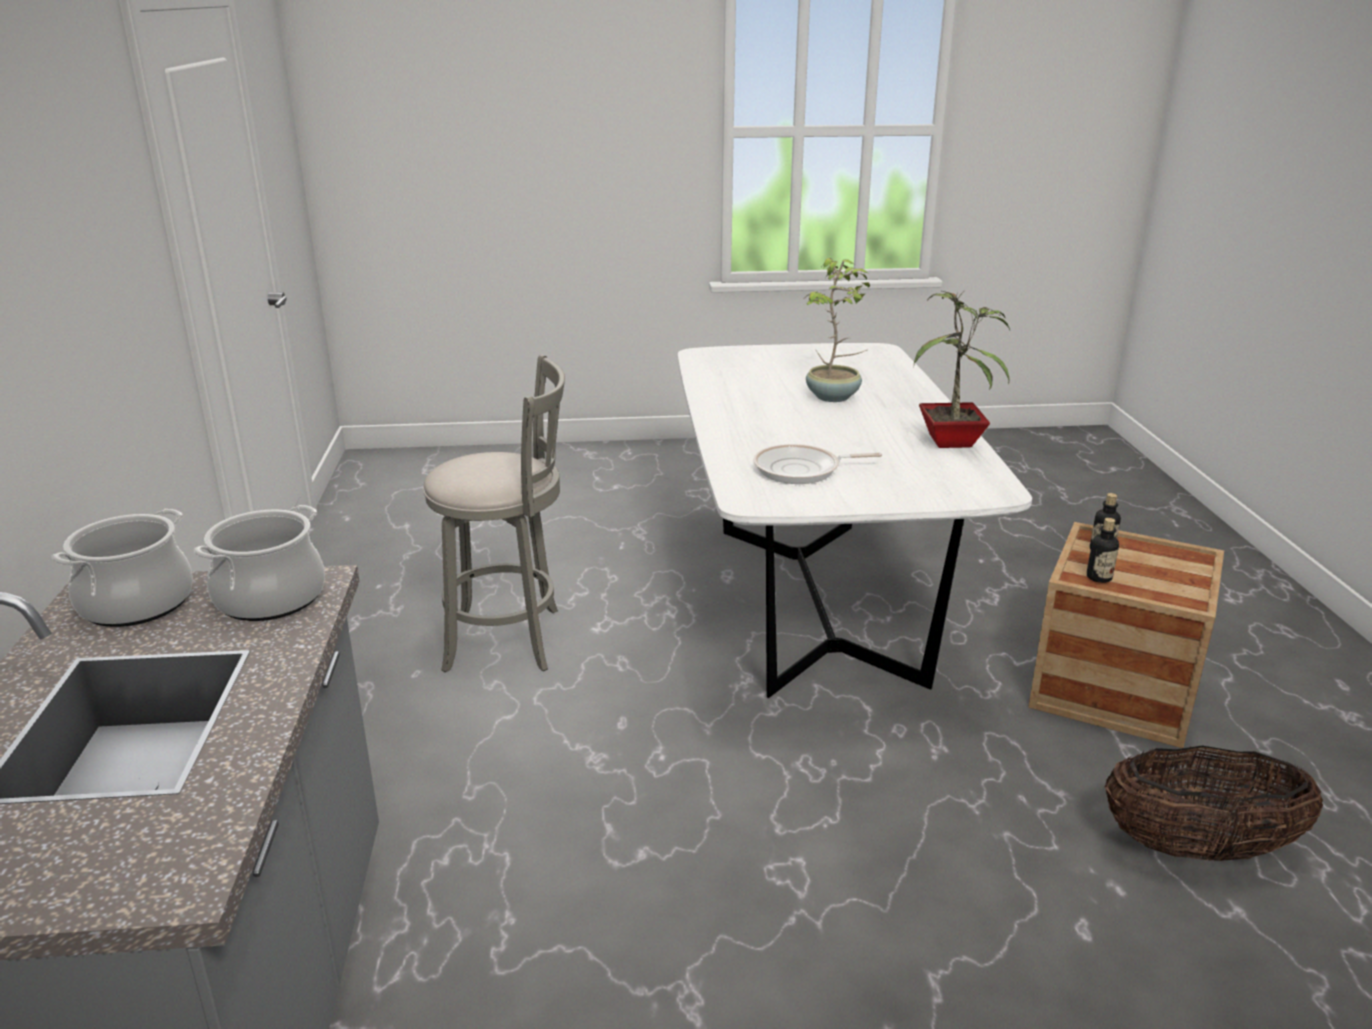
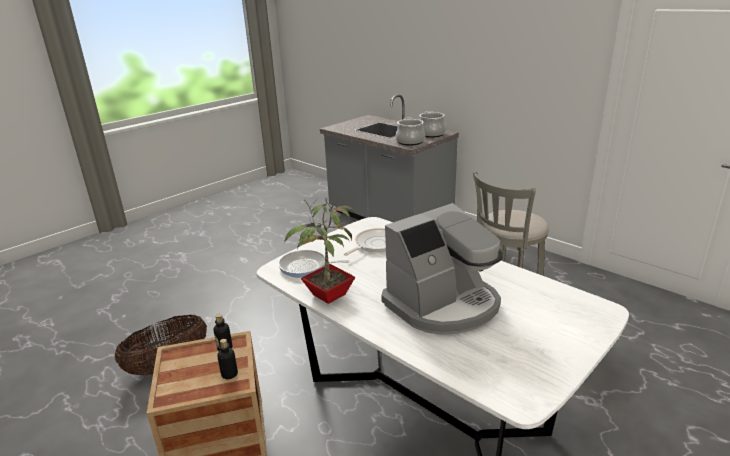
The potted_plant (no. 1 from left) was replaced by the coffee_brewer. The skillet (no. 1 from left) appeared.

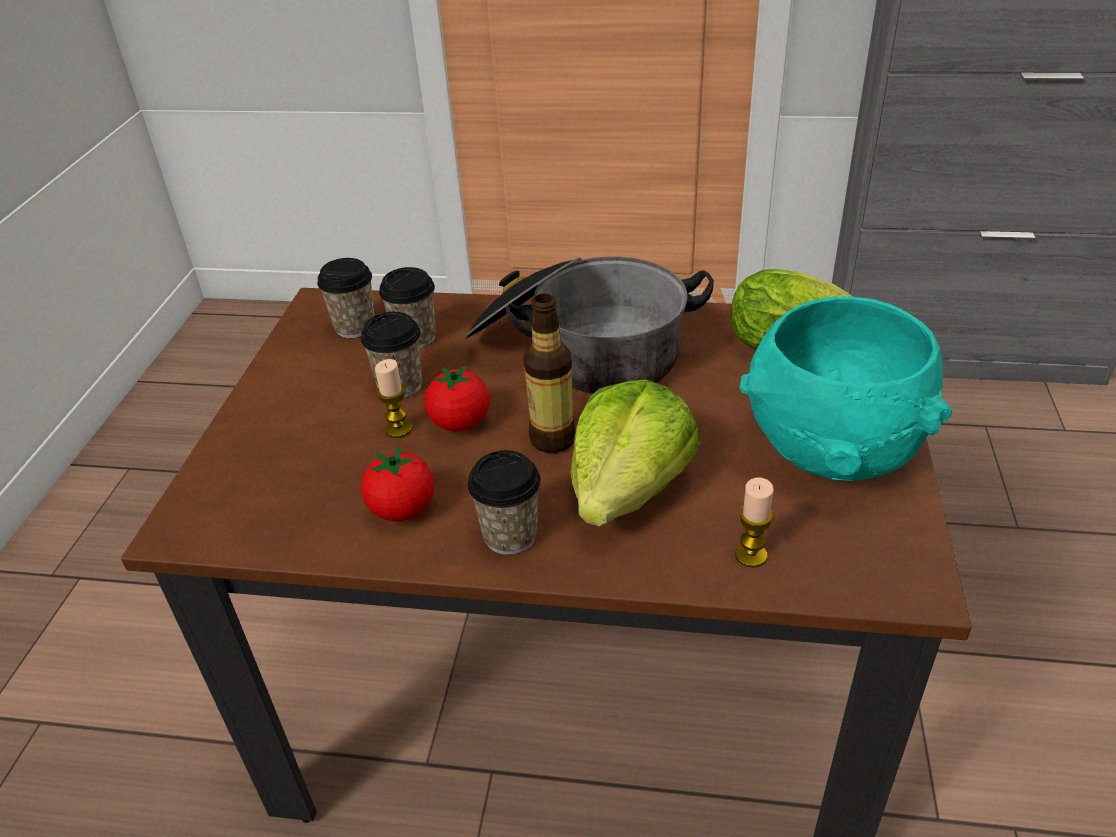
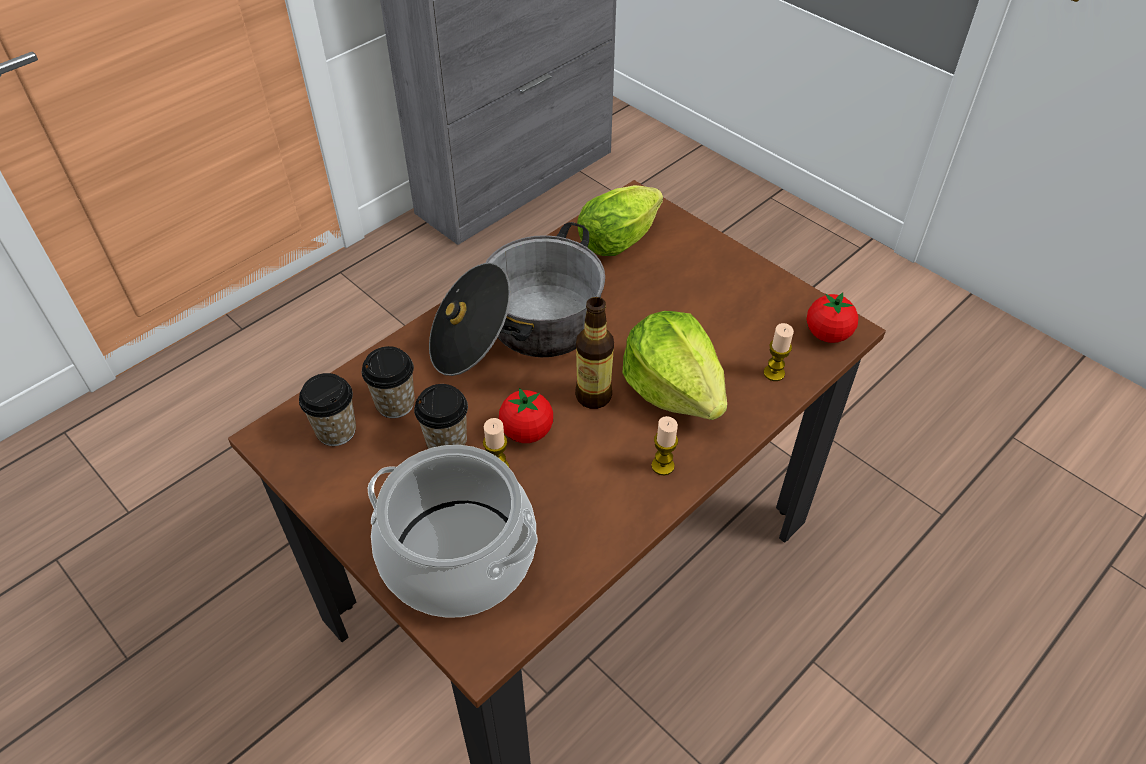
The tomato (no. 1 from left in the first image) moved. The small_cup (no. 4 from left) was replaced by the candle (no. 2 from left). The blue-green_bowl disappeared. The stockpot (no. 1 from left) appeared.

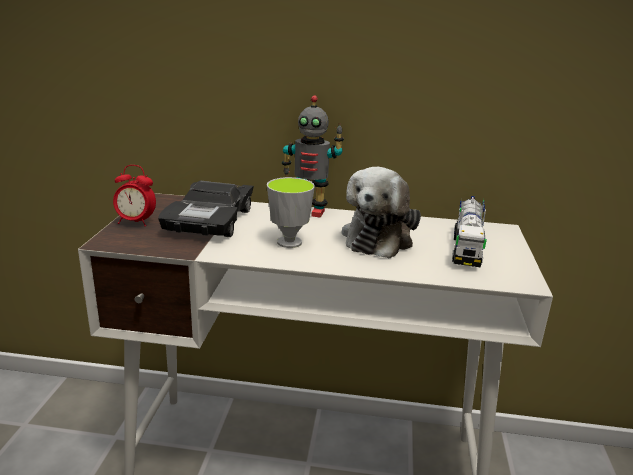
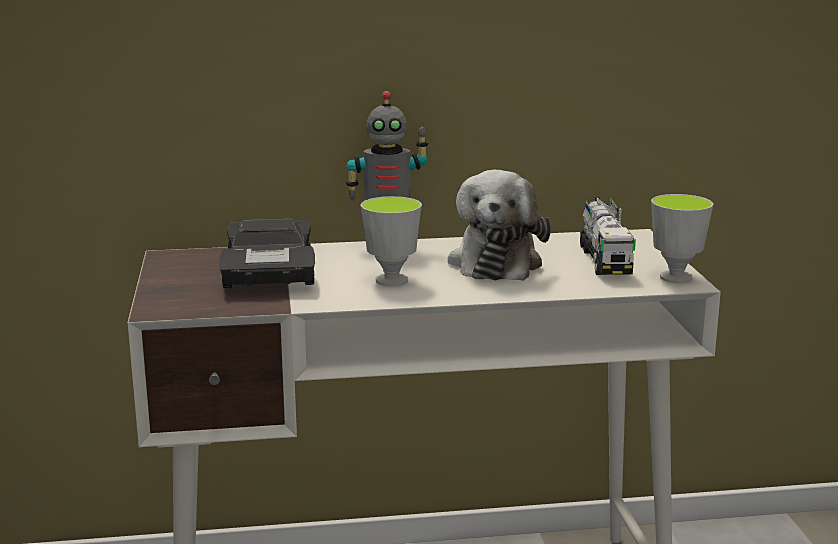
The alarm_clock disappeared. The small_cup (no. 2 from left) appeared.

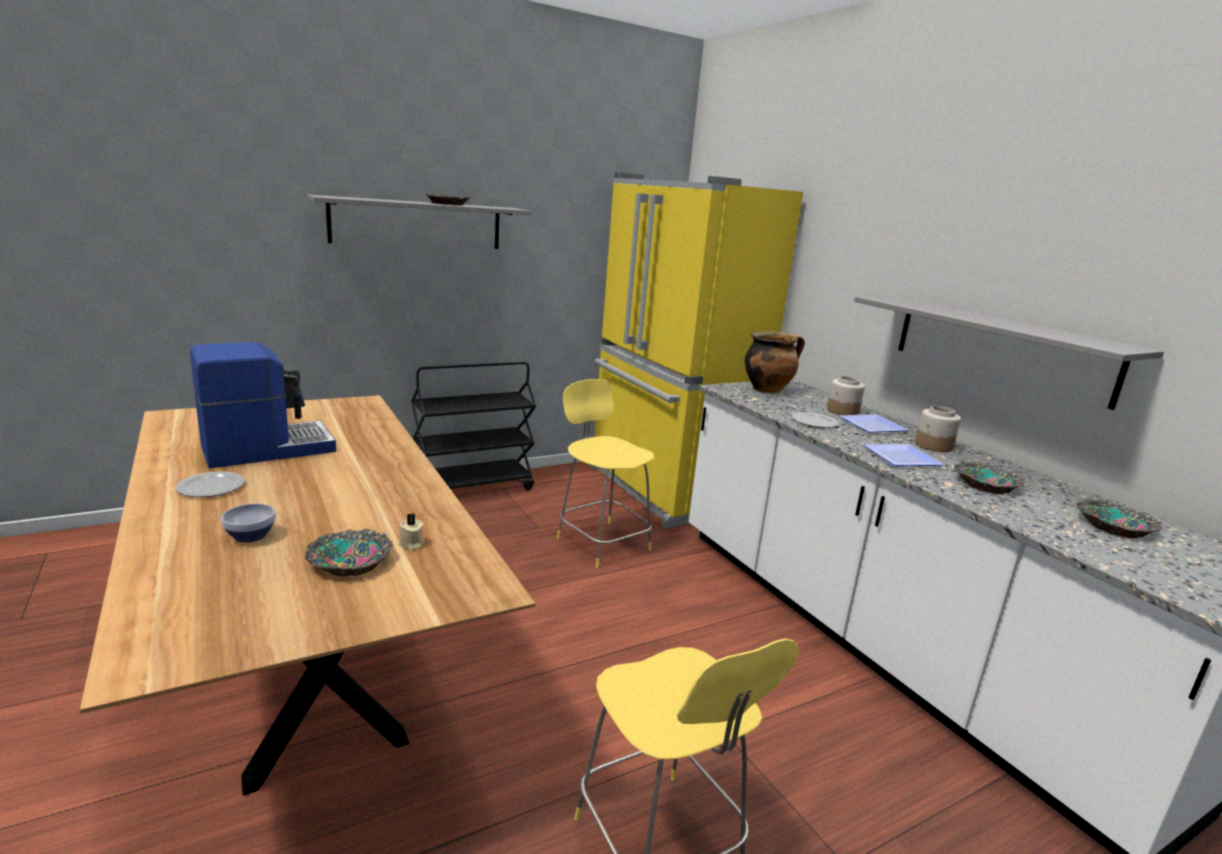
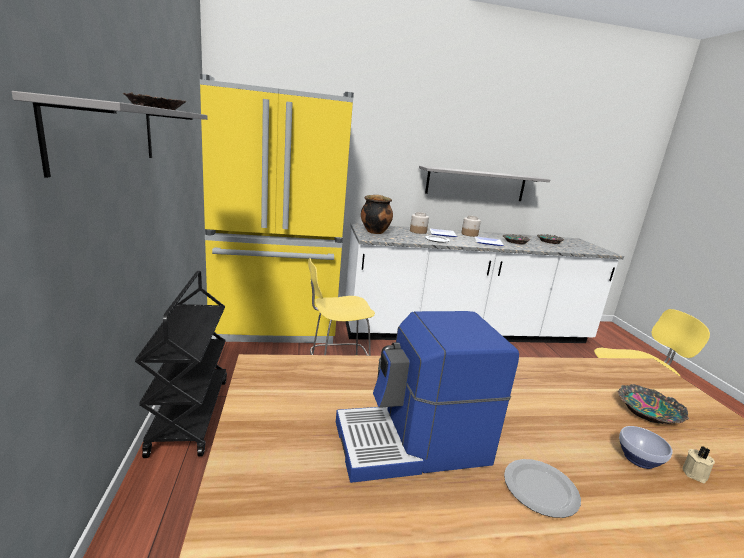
The coffee_brewer turned 90 degrees counterclockwise. The beige_candle moved.

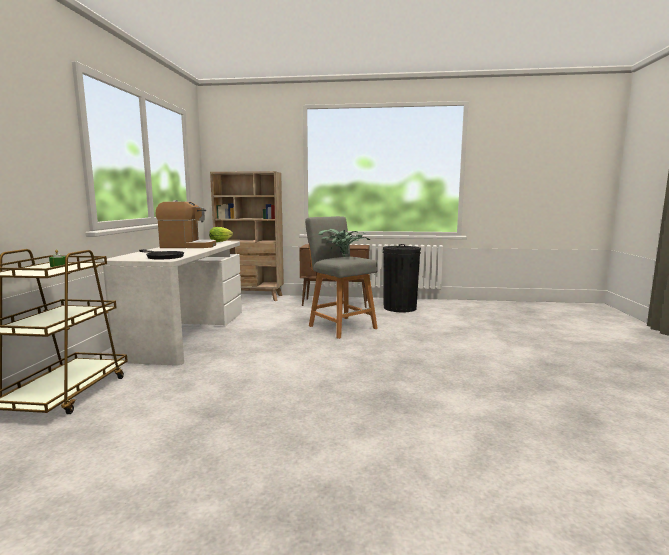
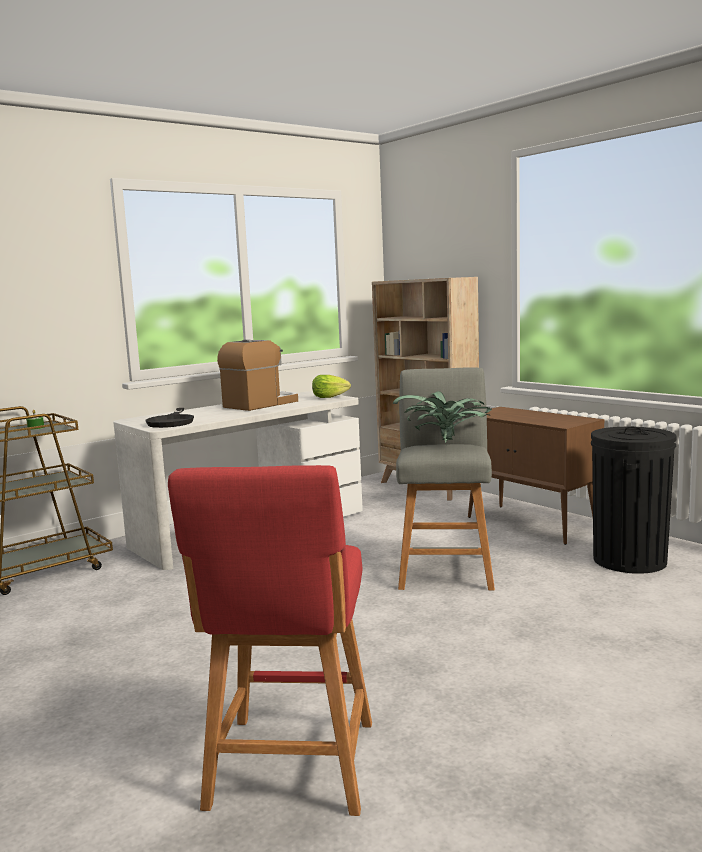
The coffee_brewer turned 90 degrees counterclockwise. The red_stool appeared.

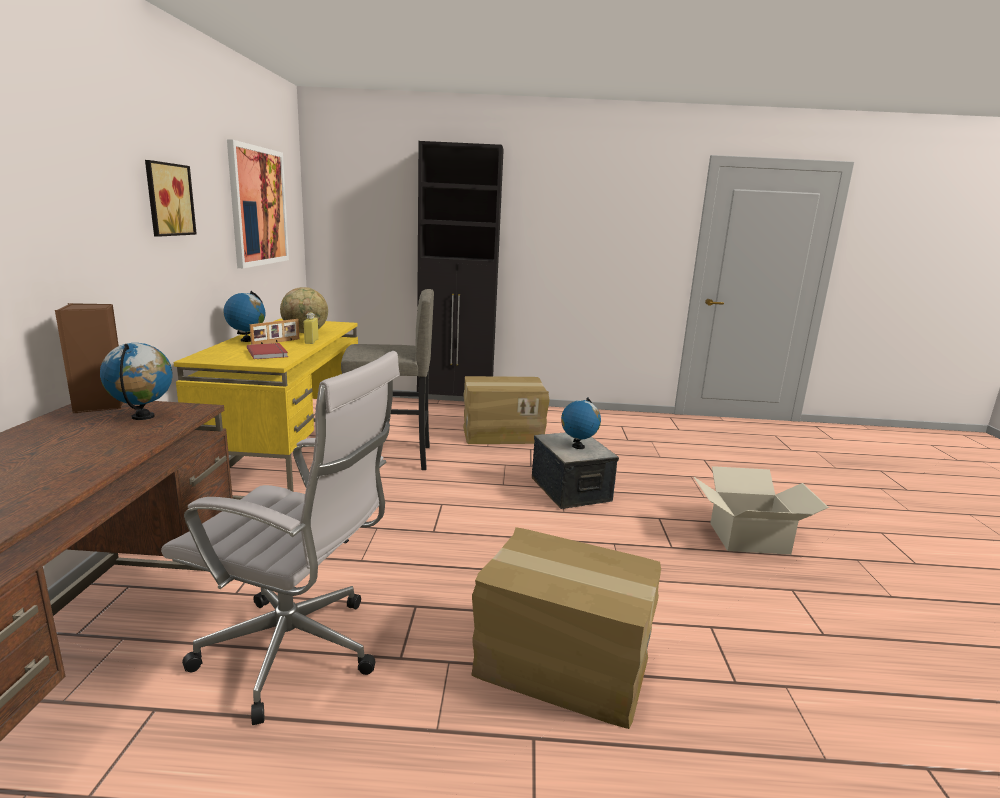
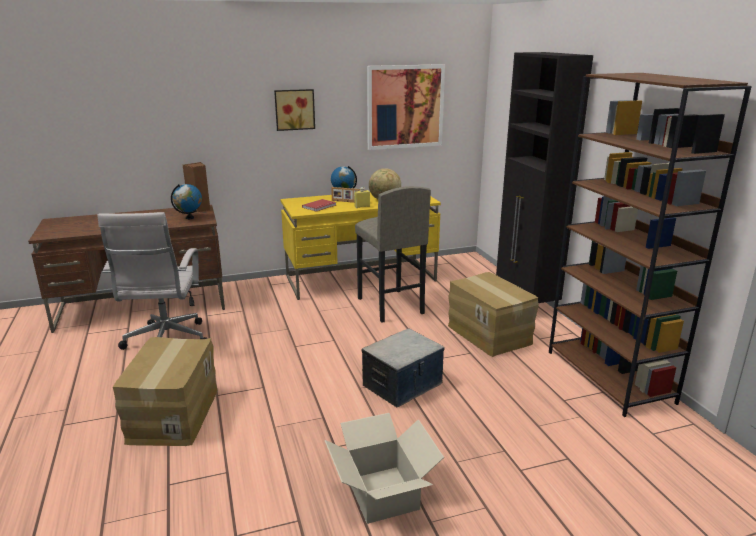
The globe (no. 4 from left) disappeared. The brown-coloured_bookshelf appeared.

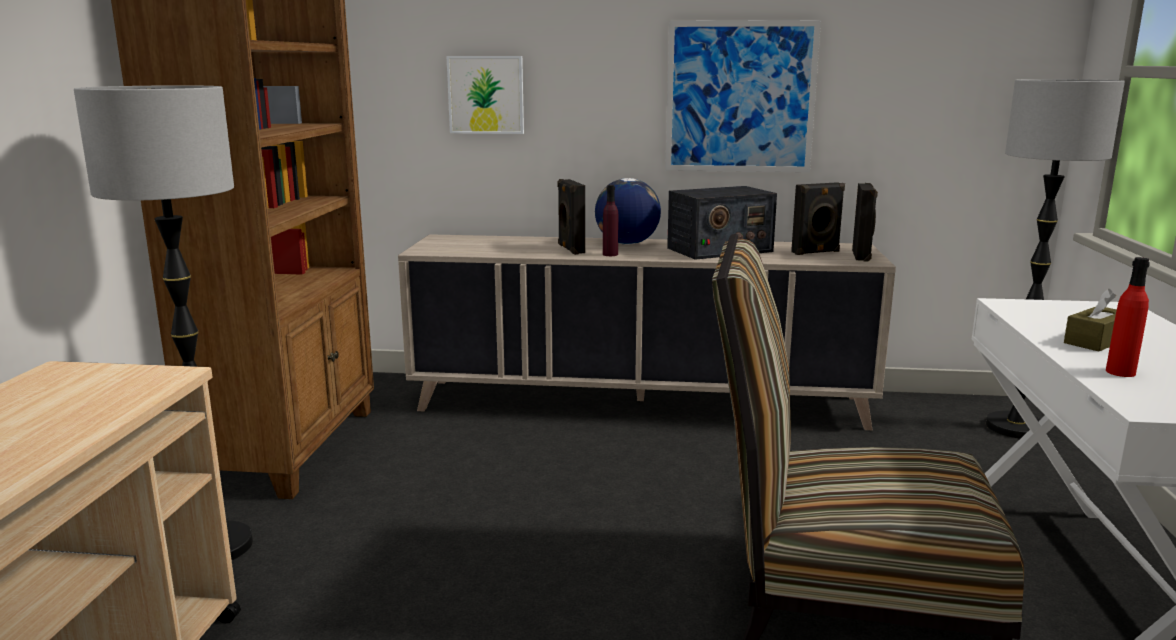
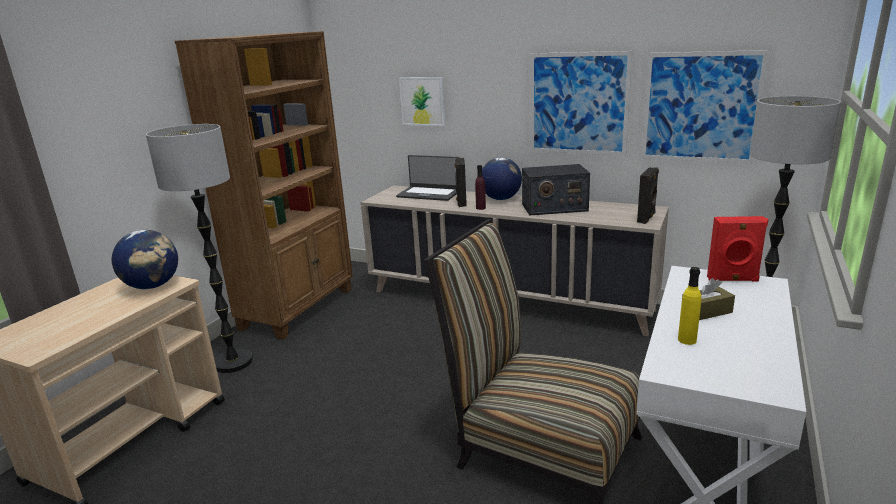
The black-coloured_speaker (no. 2 from left) disappeared. The red_drink_bottle became the yellowish_drink_bottle. The globe (no. 1 from left) appeared. The notebook_computer appeared. The wall_art (no. 3 from left) appeared. The red_speaker appeared.

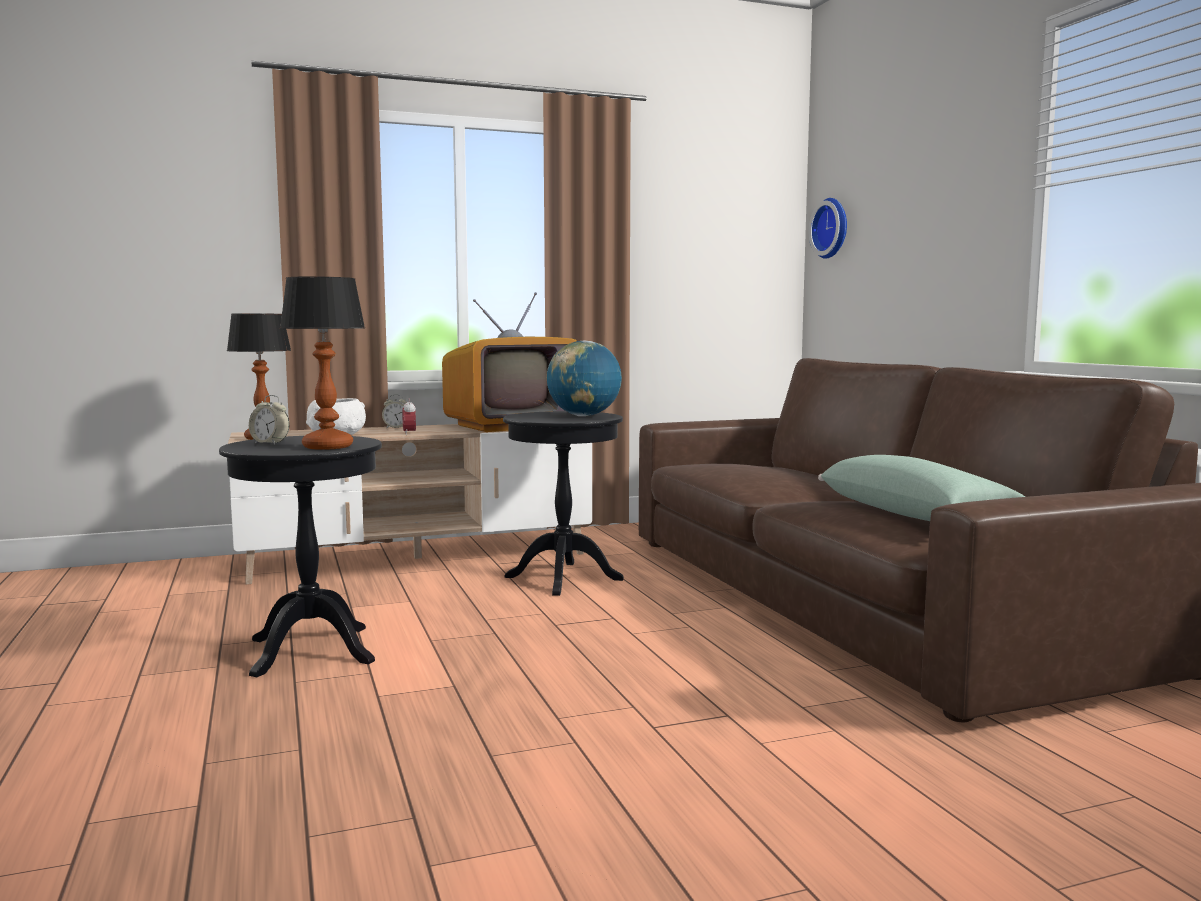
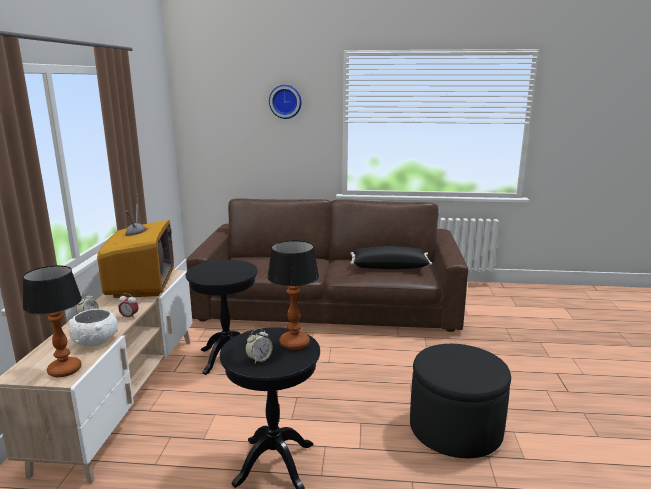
The globe disappeared. The wall_clock moved. The green_cushion became the black-coloured_cushion. The black-coloured_footrest appeared.

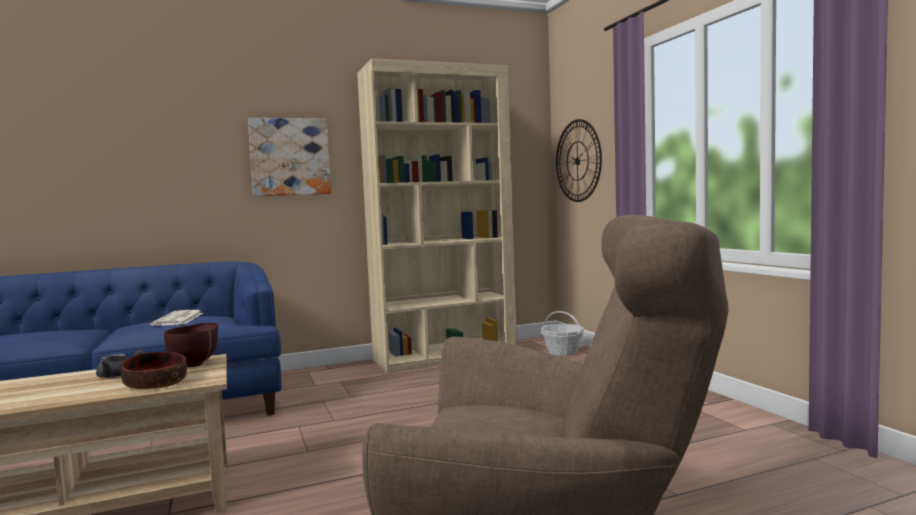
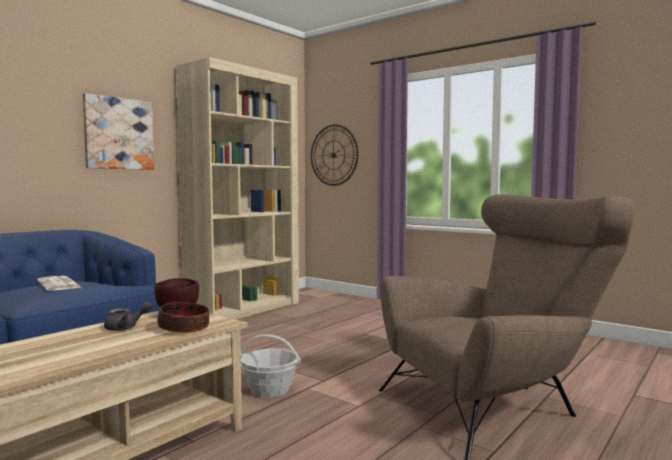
The basket moved.

